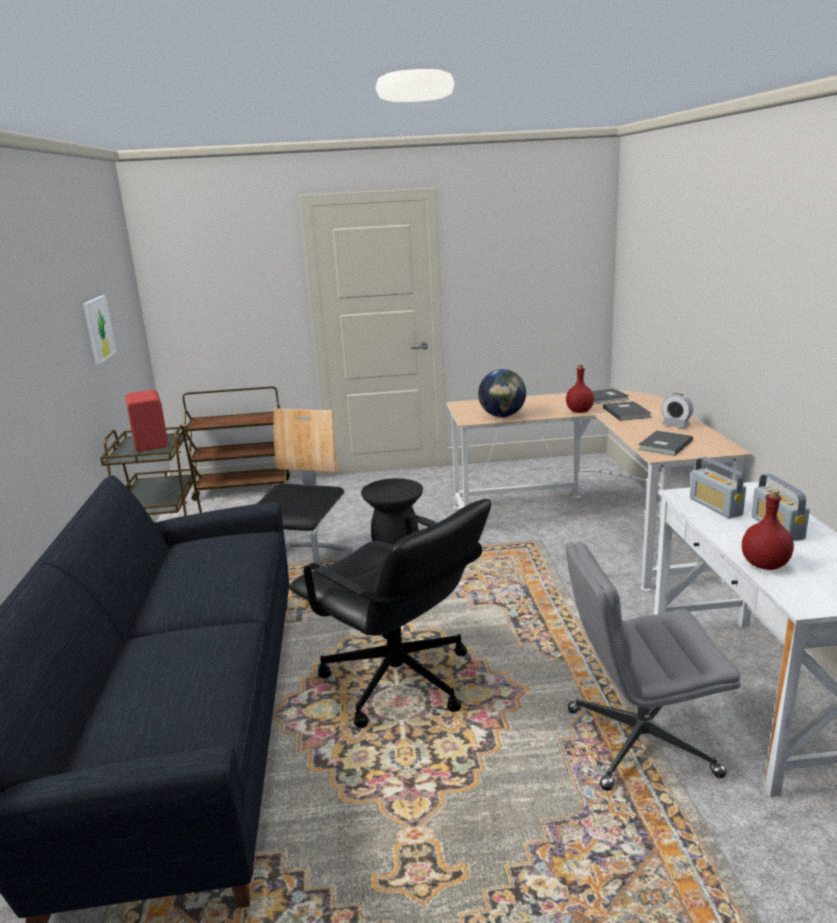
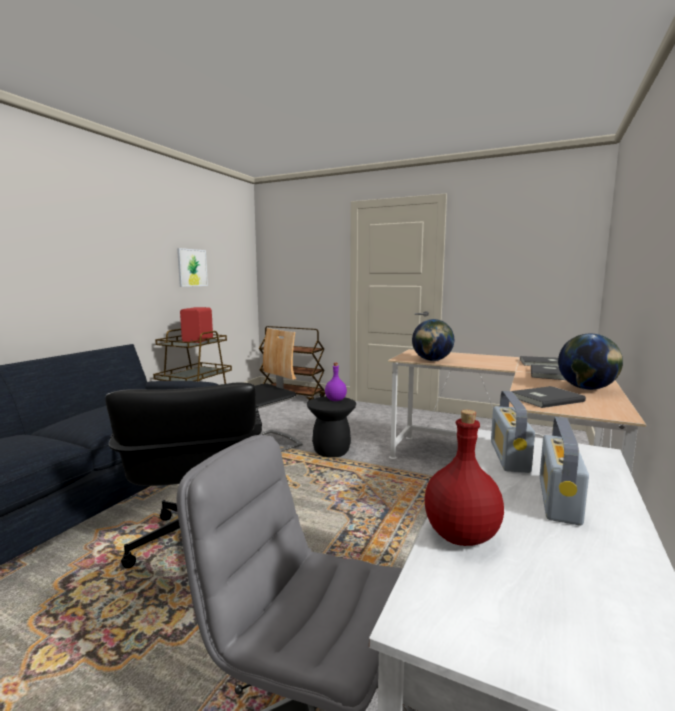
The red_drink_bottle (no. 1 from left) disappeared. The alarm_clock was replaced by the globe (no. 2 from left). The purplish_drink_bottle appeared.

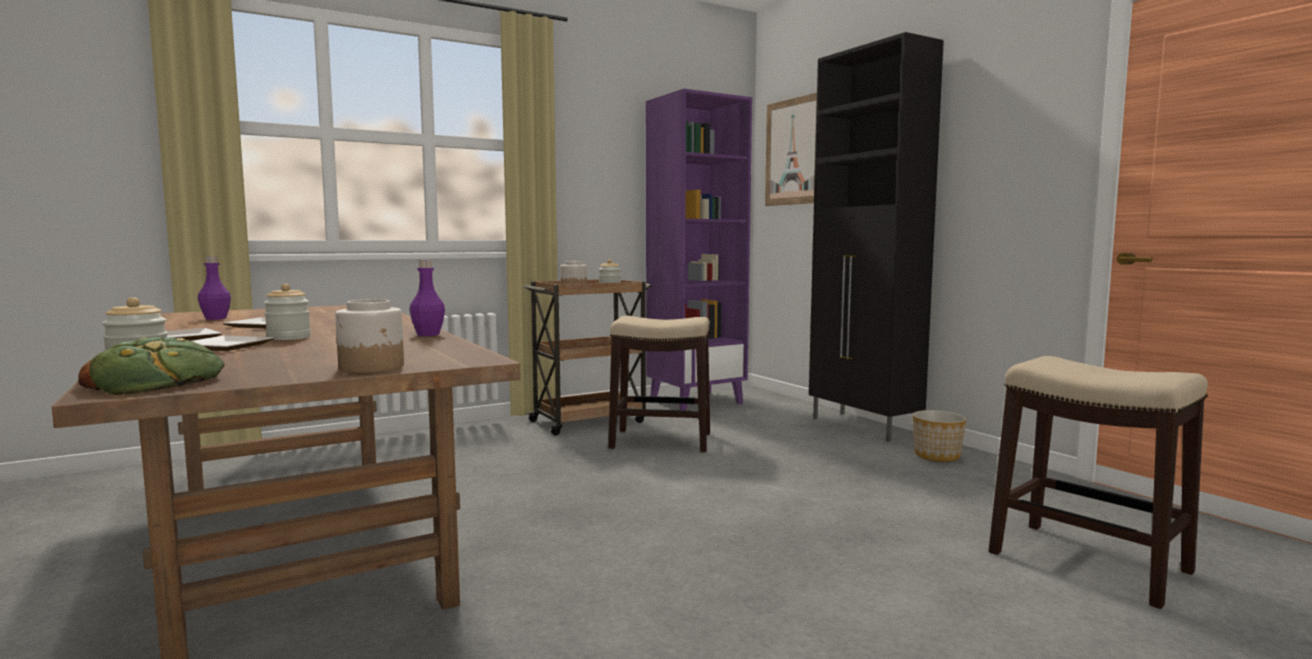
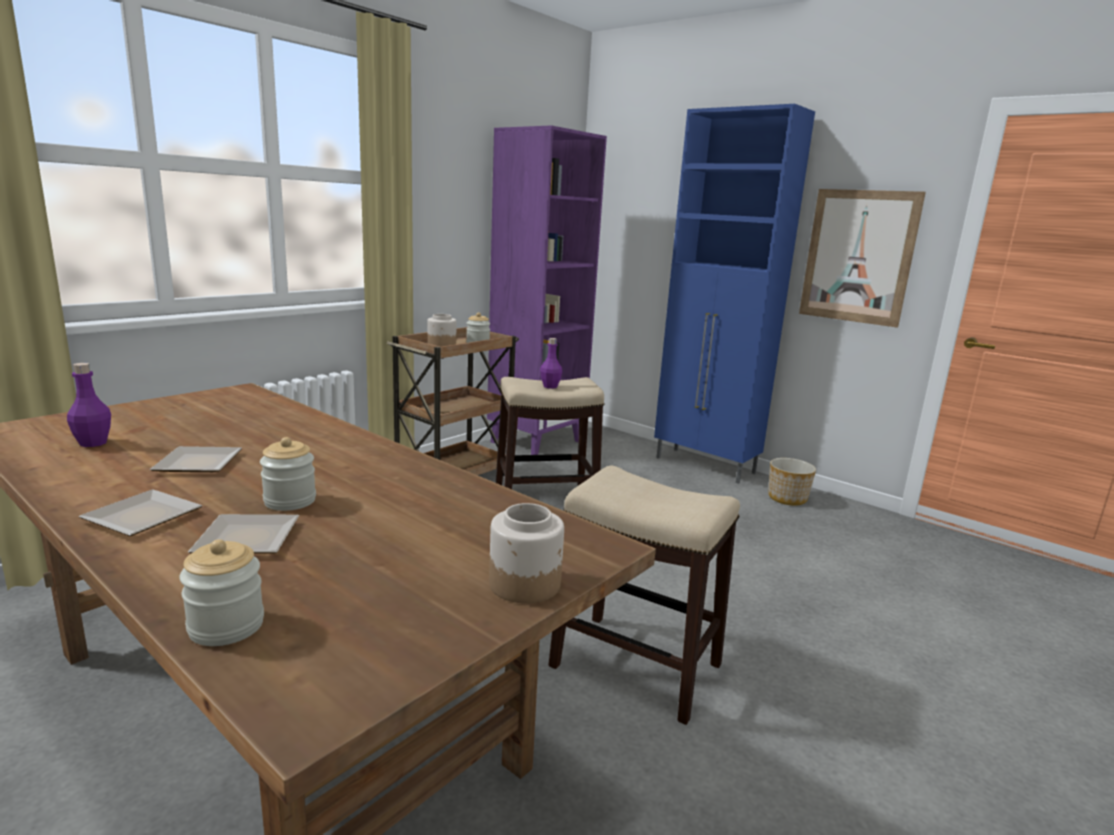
The bakery_bread disappeared. The purplish_drink_bottle (no. 2 from left) moved. The wall_art moved. The black-coloured_storage_cabinet became the bluish_storage_cabinet. The stool (no. 2 from left) moved.

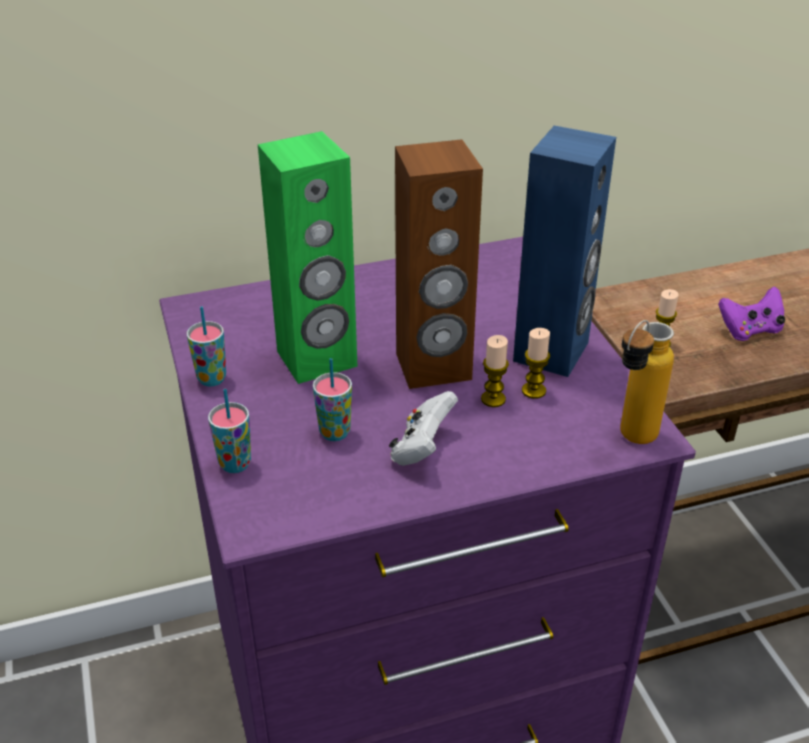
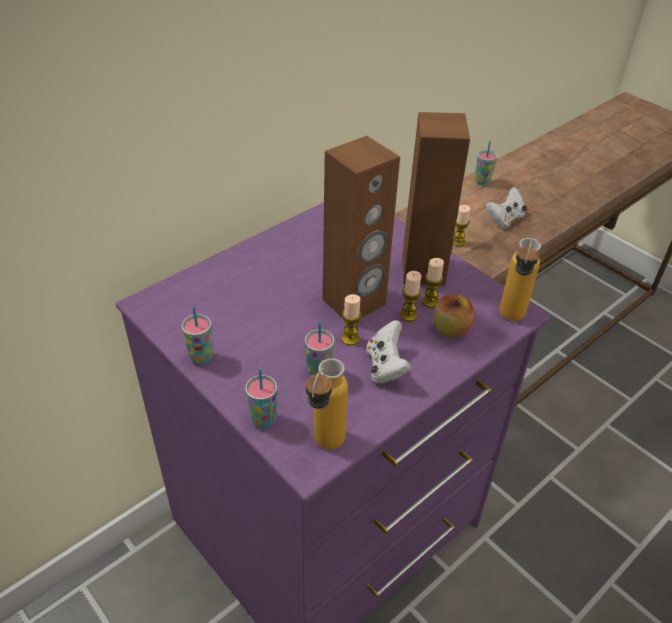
The green_speaker disappeared. The bluish_speaker became the brown-coloured_speaker (no. 2 from left). The purplish_joypad became the white-coloured_joypad (no. 2 from left). The drink_bottle (no. 1 from left) appeared. The candle (no. 1 from left) appeared. The apple appeared. The small_cup (no. 4 from left) appeared.

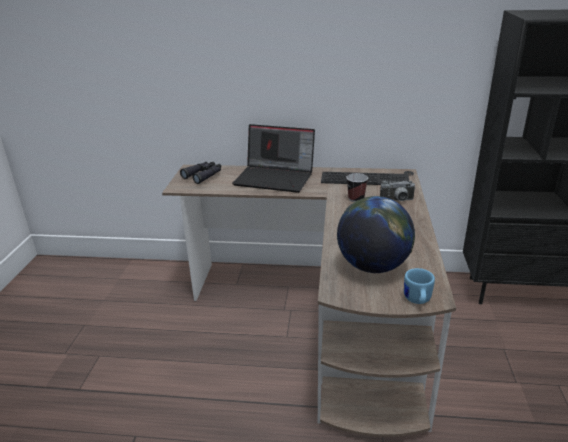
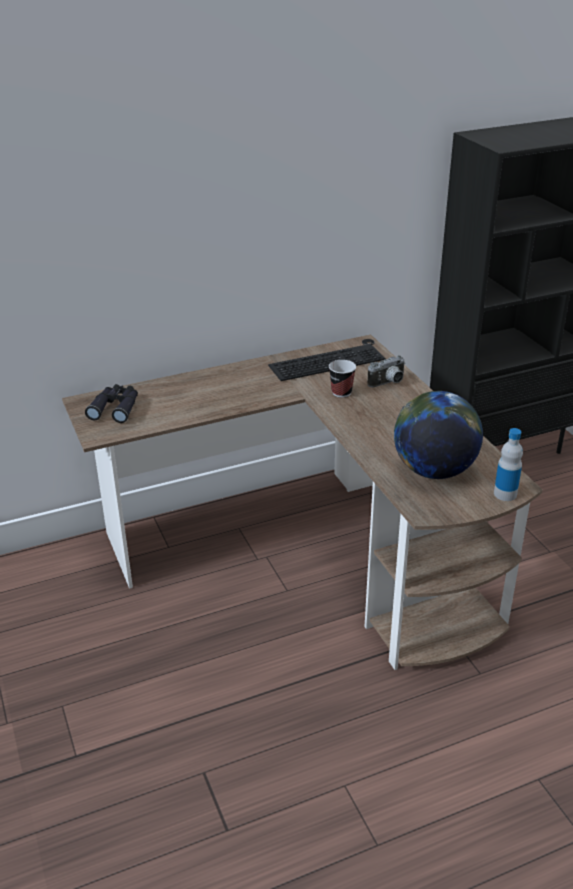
The notebook_computer disappeared. The bluish_tea_mug was replaced by the drink_bottle.

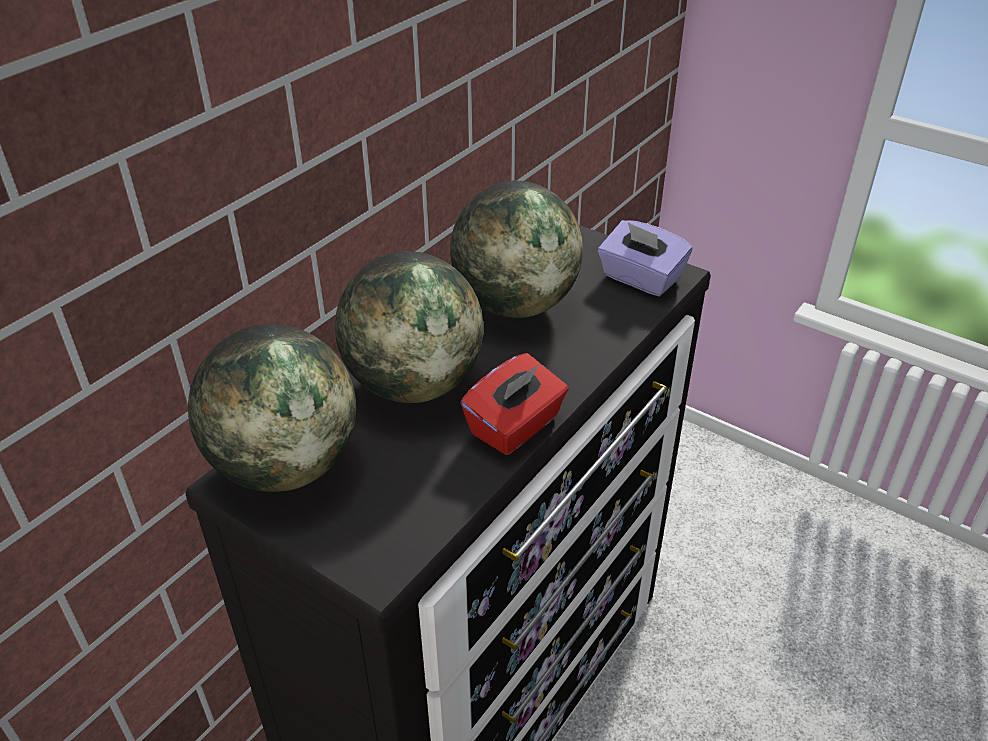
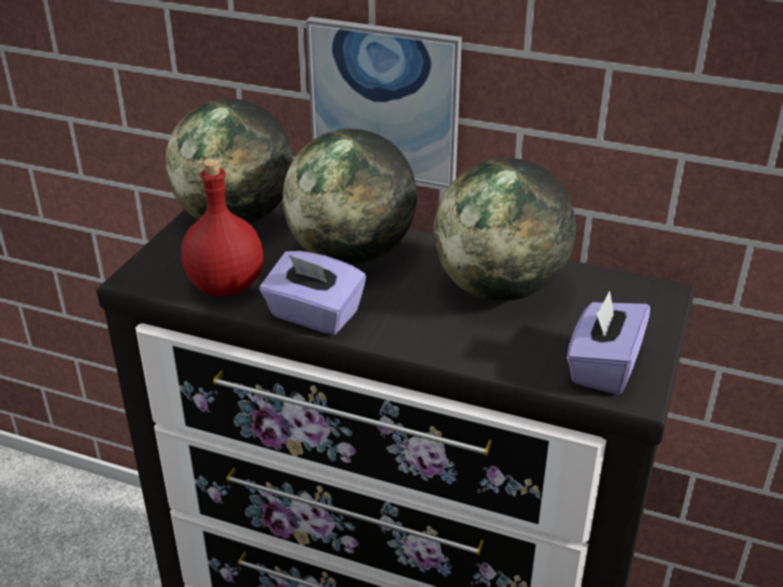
The red_tissue_box became the purplish_tissue_box (no. 1 from left). The red_drink_bottle appeared. The wall_art appeared.

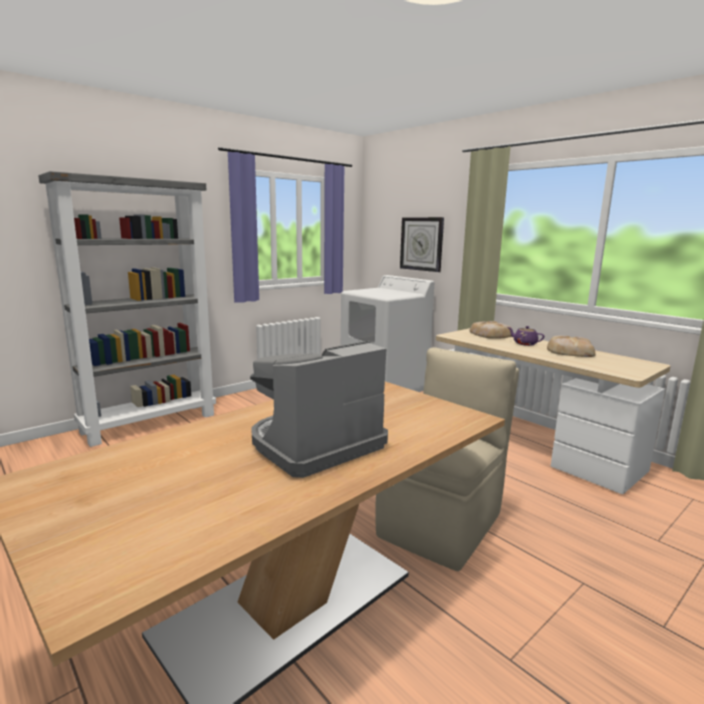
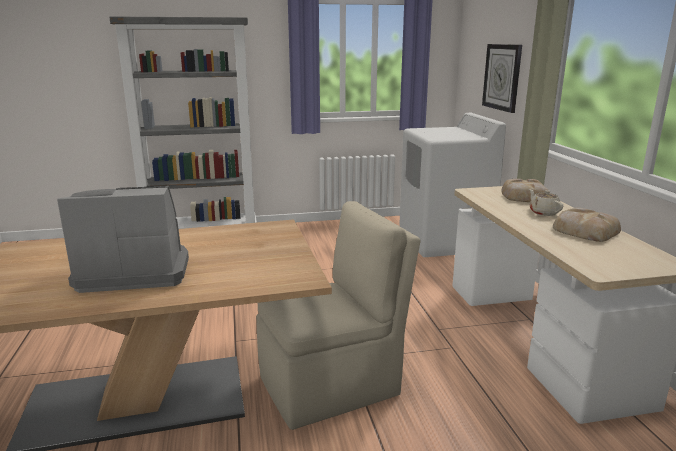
The purplish_pot_for_tea became the beige_pot_for_tea.

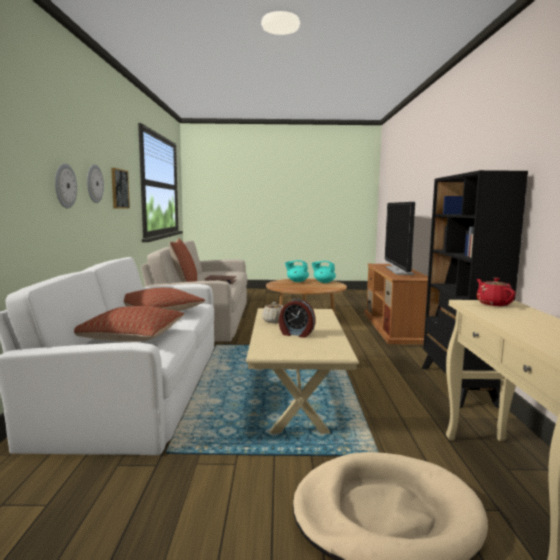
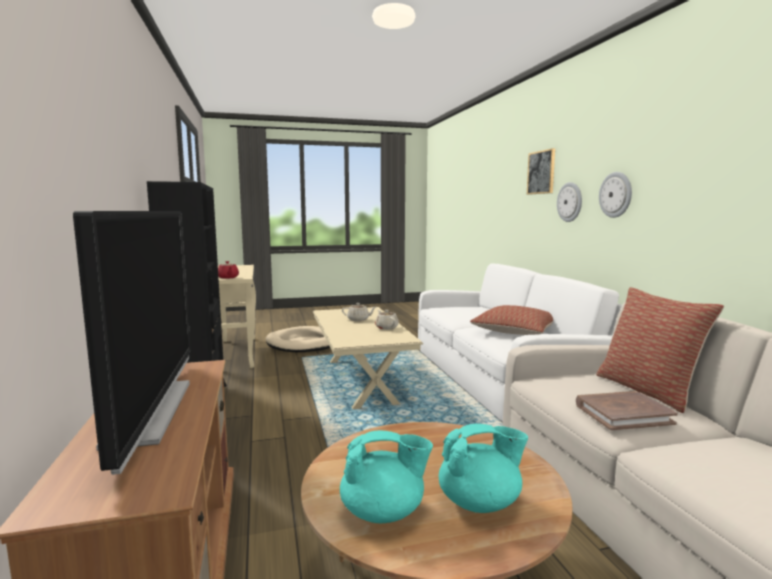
The cushion (no. 1 from left) disappeared. The wall_art moved. The alarm_clock was replaced by the beige_pot_for_tea (no. 1 from left).

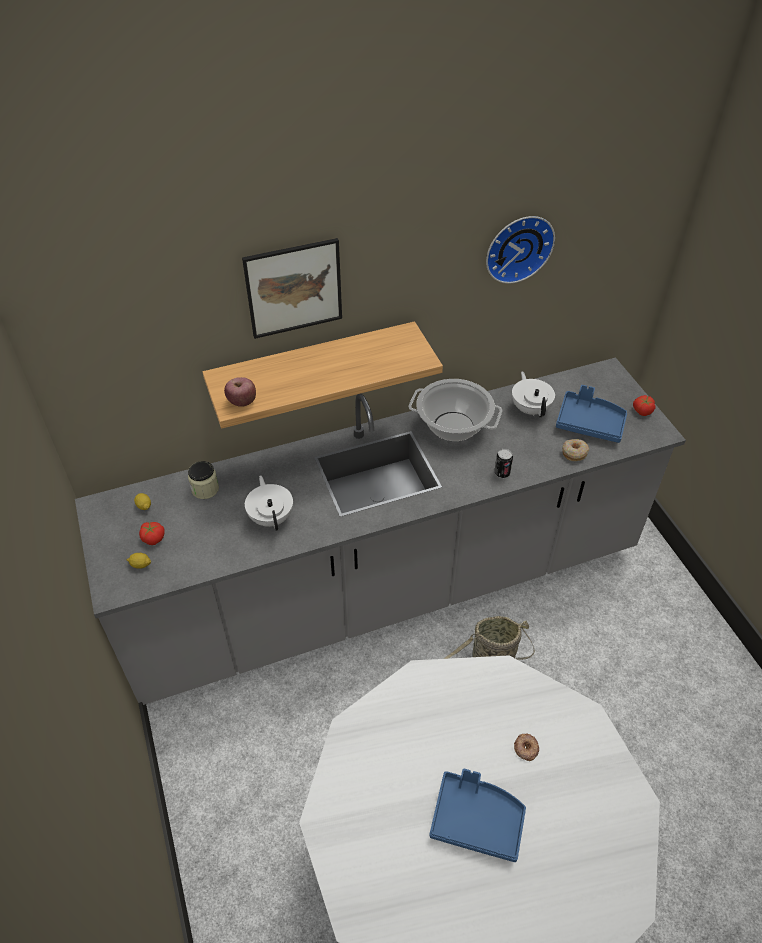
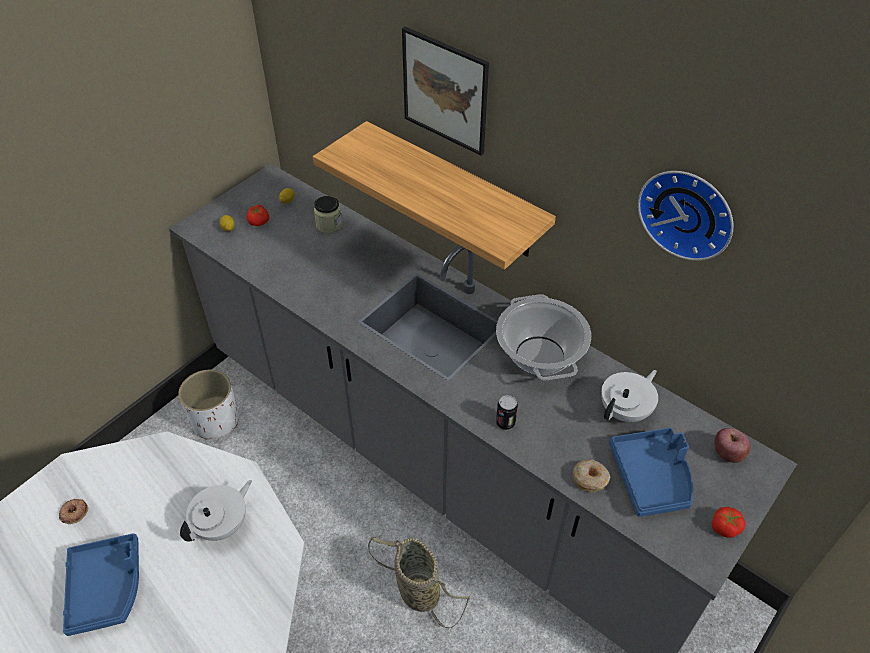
The apple moved. The white-coloured_pot_for_tea (no. 1 from left) moved. The doughnut (no. 1 from left) moved. The white-coloured_planter appeared.

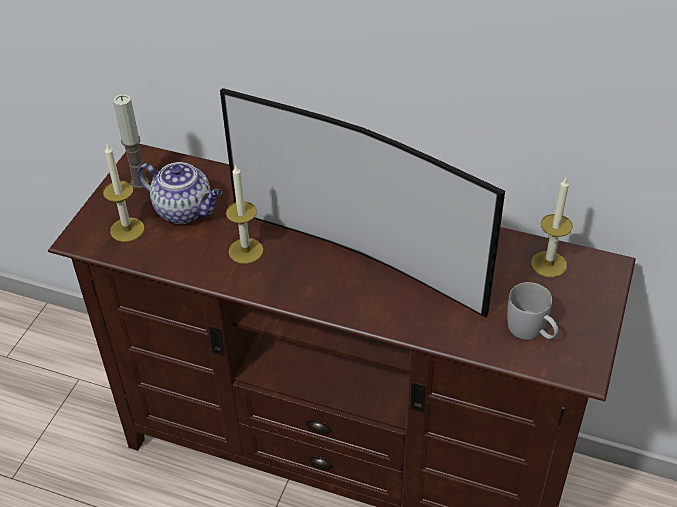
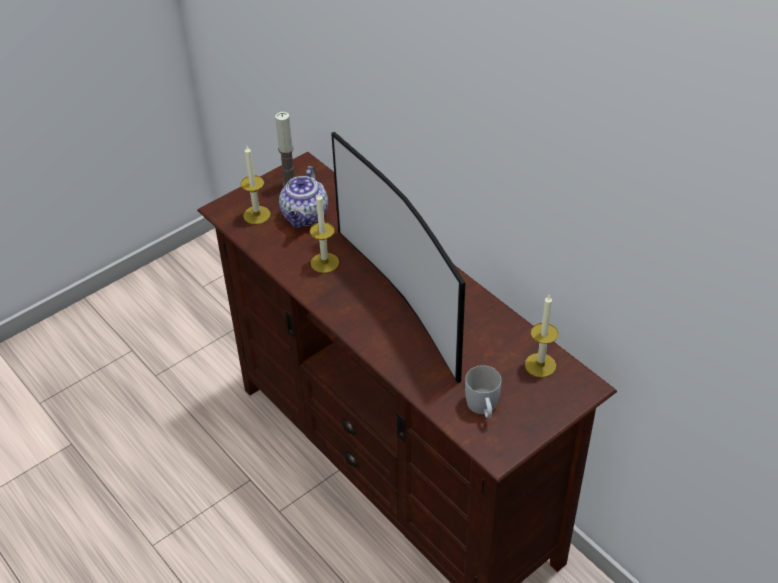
The pot_for_tea turned 45 degrees clockwise.

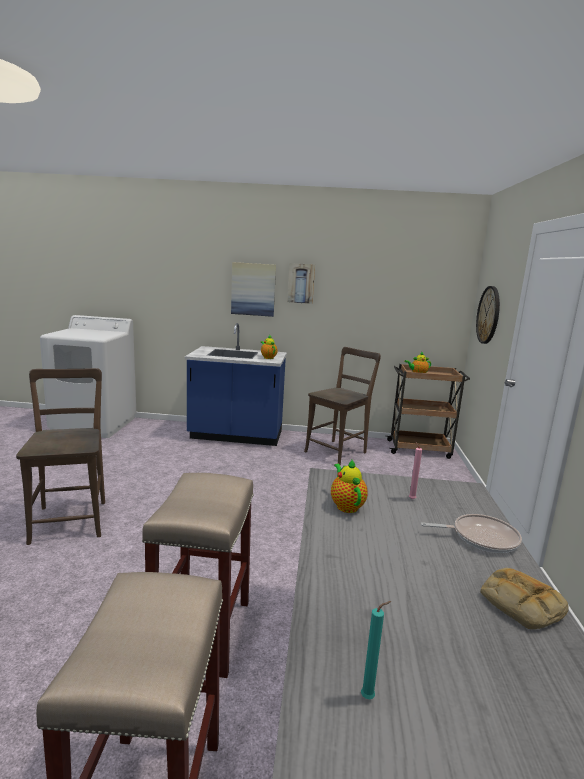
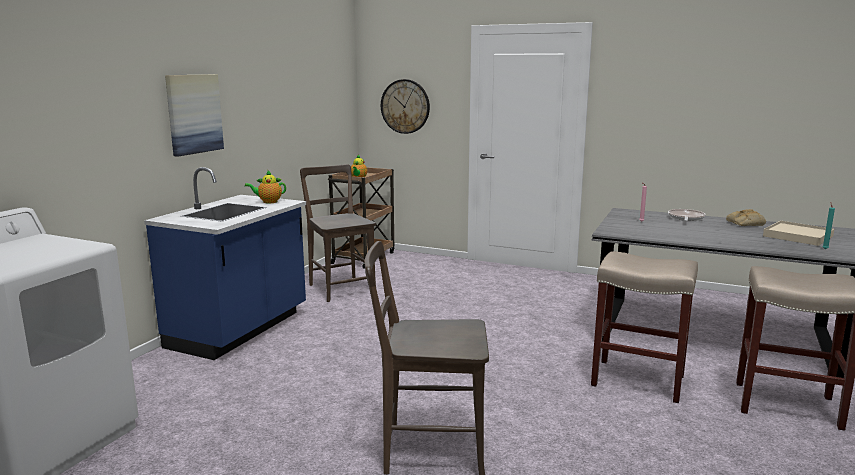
The wall_art (no. 2 from left) disappeared. The pot_for_tea (no. 2 from left) disappeared. The beige_tray appeared.

